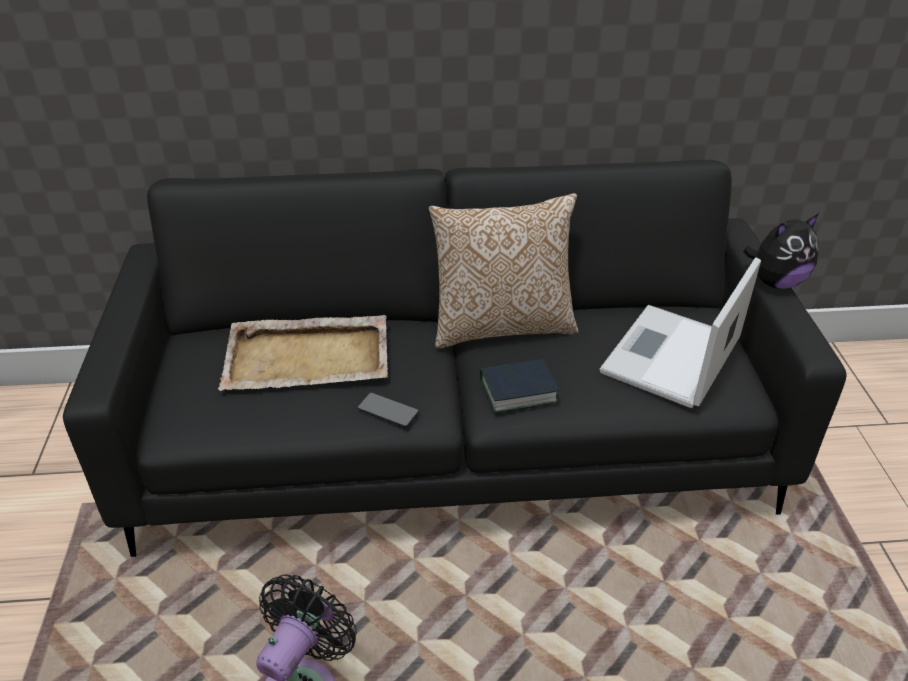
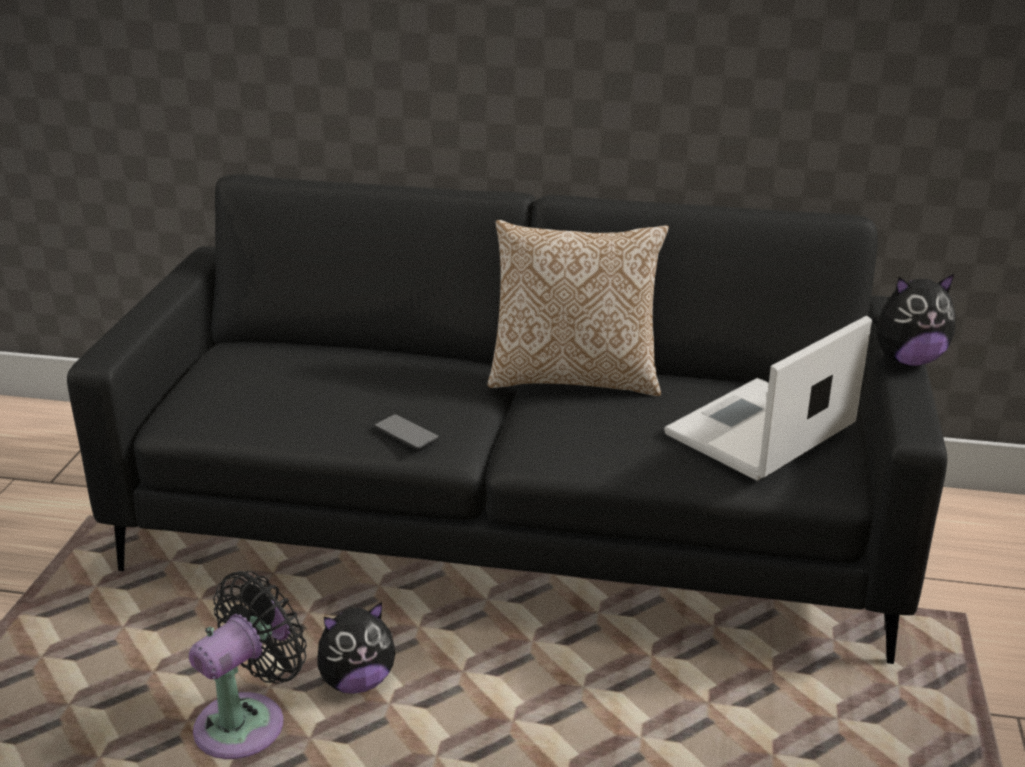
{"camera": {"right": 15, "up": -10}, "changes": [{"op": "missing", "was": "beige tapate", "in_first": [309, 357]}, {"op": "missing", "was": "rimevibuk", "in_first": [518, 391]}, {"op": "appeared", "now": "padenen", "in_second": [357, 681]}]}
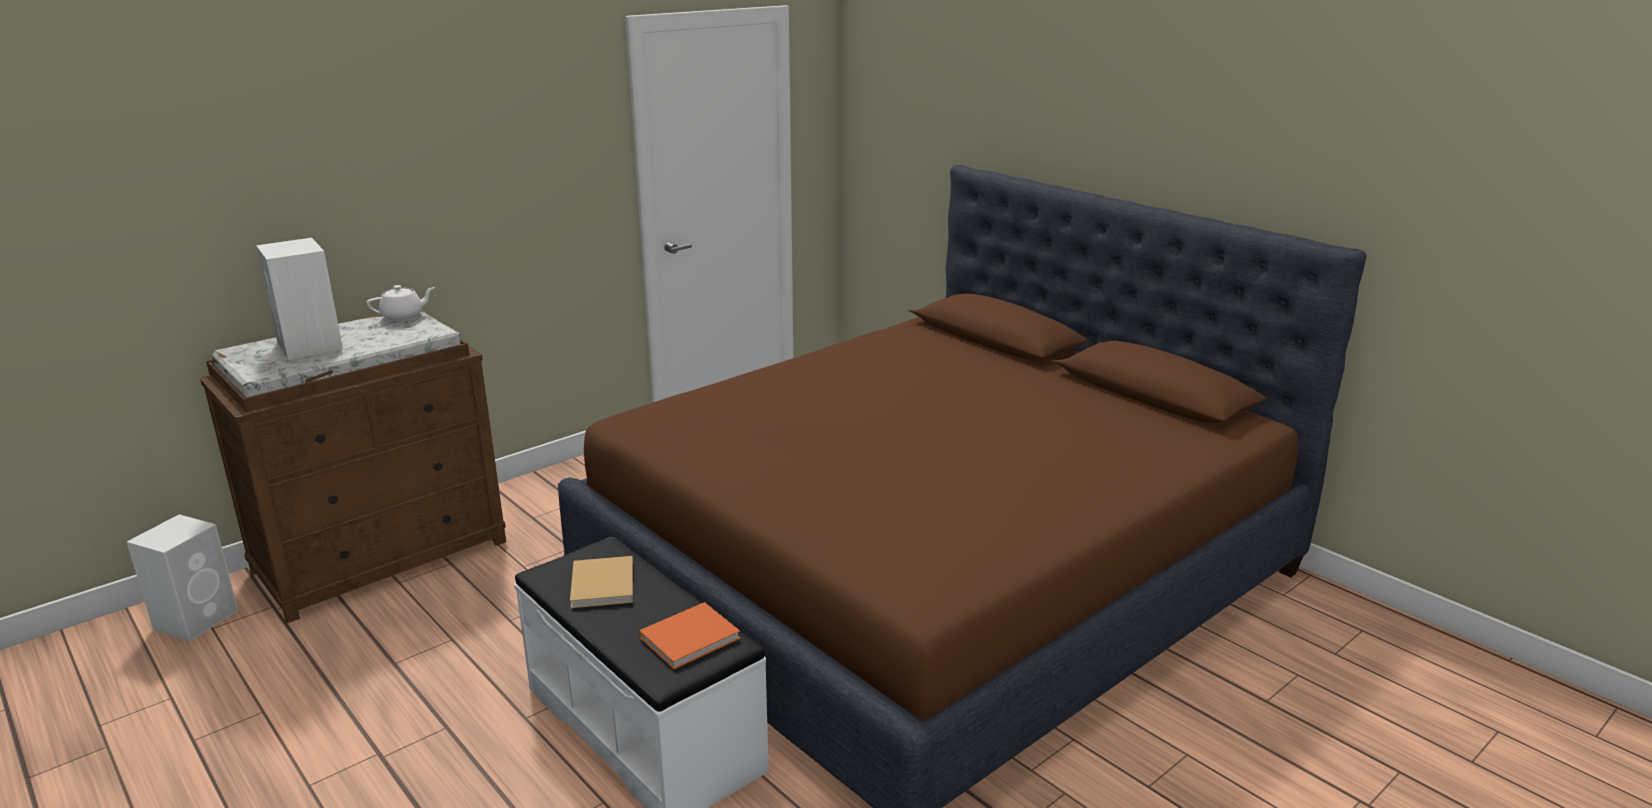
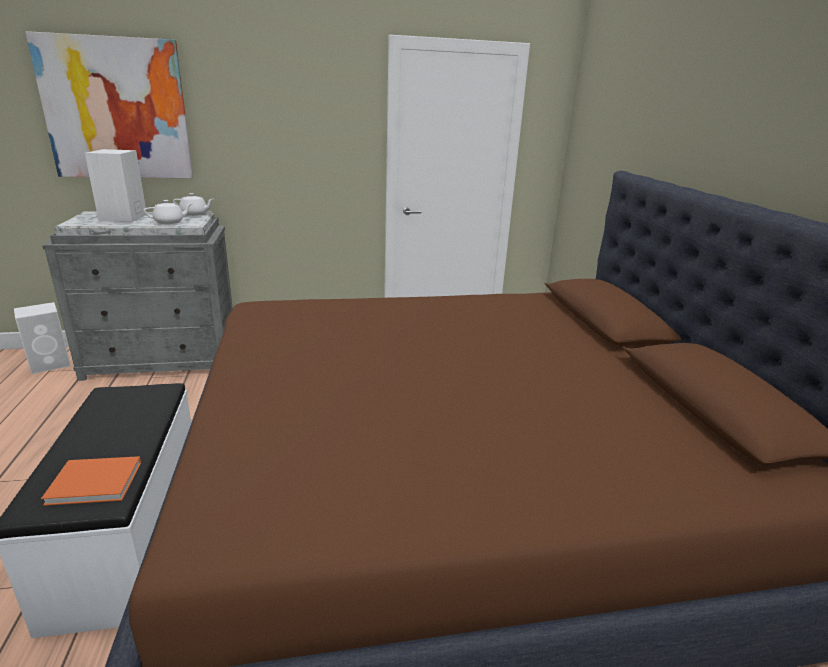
{"camera": {"right": 30, "up": 0}, "changes": [{"op": "colour", "was": "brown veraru", "now": "grey veraru", "in_first": [382, 556], "in_second": [164, 360]}, {"op": "missing", "was": "beige rimevibuk", "in_first": [602, 586]}, {"op": "appeared", "now": "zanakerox", "in_second": [116, 109]}, {"op": "appeared", "now": "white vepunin", "in_second": [170, 222]}]}
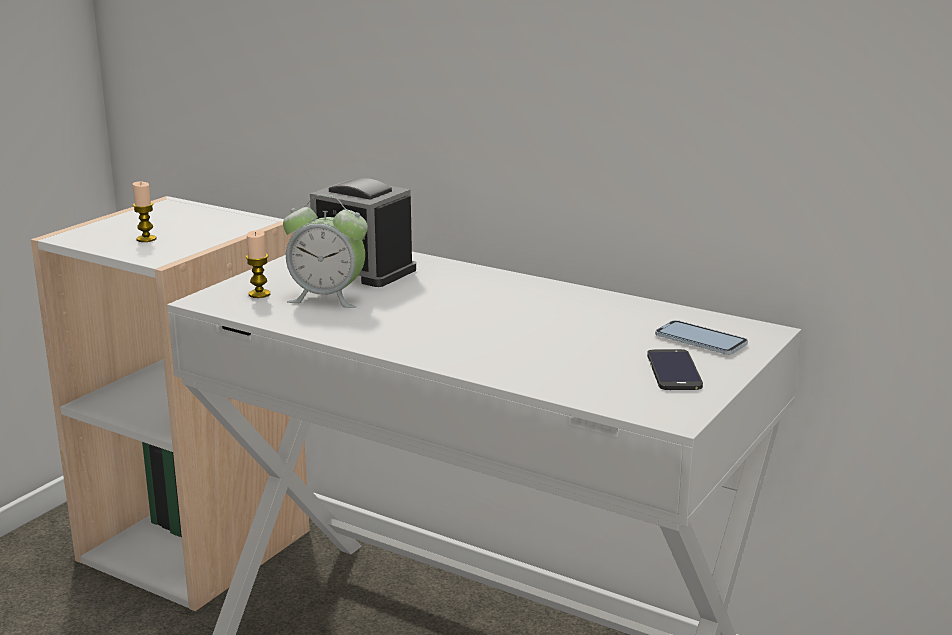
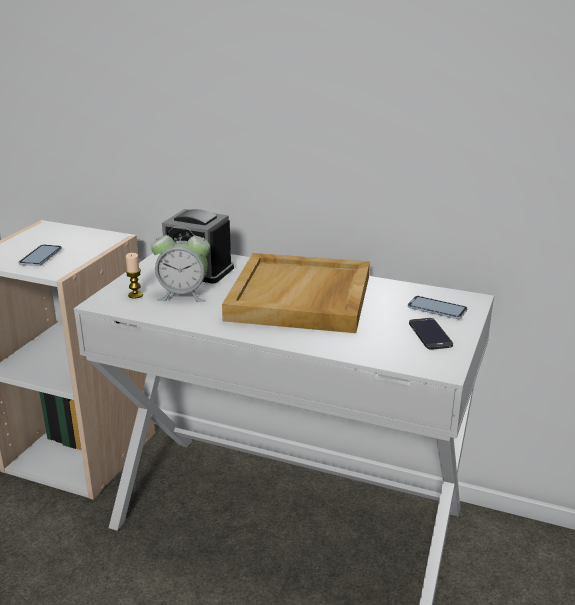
{"camera": {"right": -10, "up": 5}, "changes": [{"op": "exchanged", "was": "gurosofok", "now": "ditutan", "in_first": [146, 239], "in_second": [40, 256]}, {"op": "appeared", "now": "beige tapate", "in_second": [301, 298]}]}
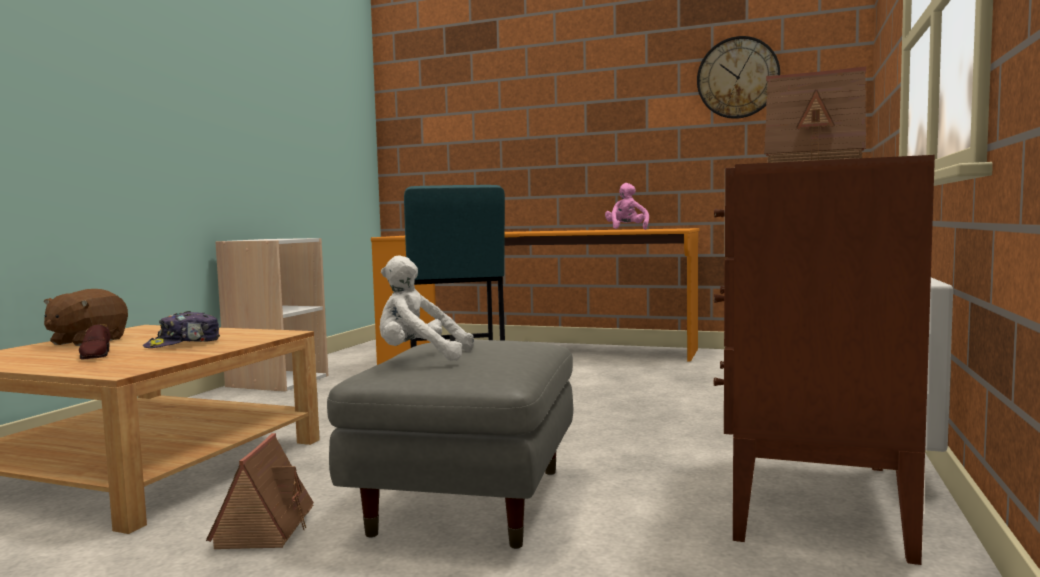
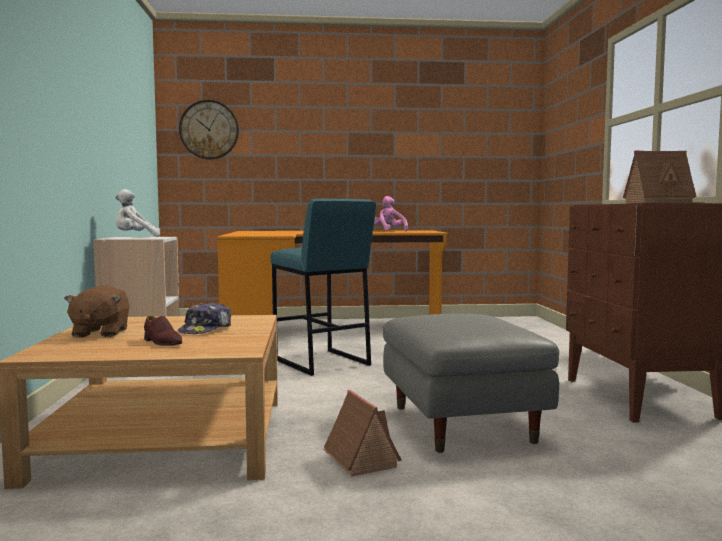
{"camera": {"right": -25, "up": 0}, "changes": [{"op": "relocated", "was": "white padenen", "in_first": [419, 357], "in_second": [135, 237]}, {"op": "relocated", "was": "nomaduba", "in_first": [738, 78], "in_second": [209, 130]}]}
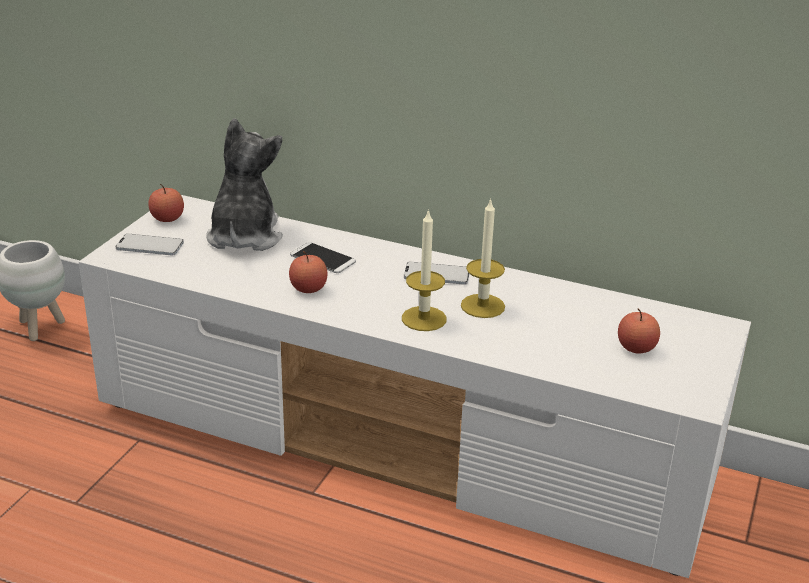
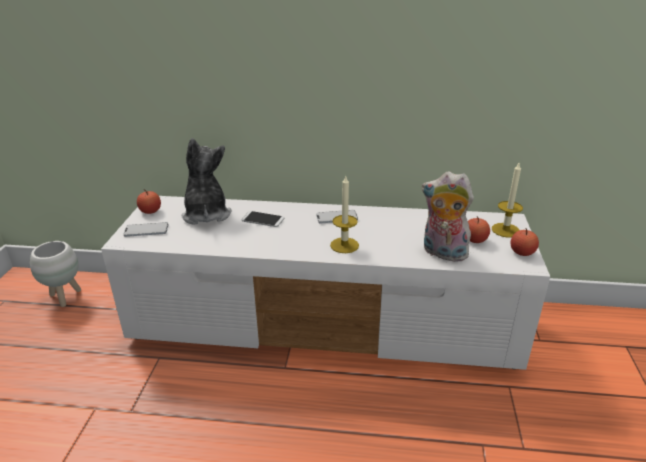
{"camera": {"right": -15, "up": 0}, "changes": [{"op": "relocated", "was": "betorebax", "in_first": [308, 289], "in_second": [522, 252]}, {"op": "relocated", "was": "gurosofok", "in_first": [482, 306], "in_second": [505, 230]}, {"op": "appeared", "now": "padenen", "in_second": [442, 253]}]}
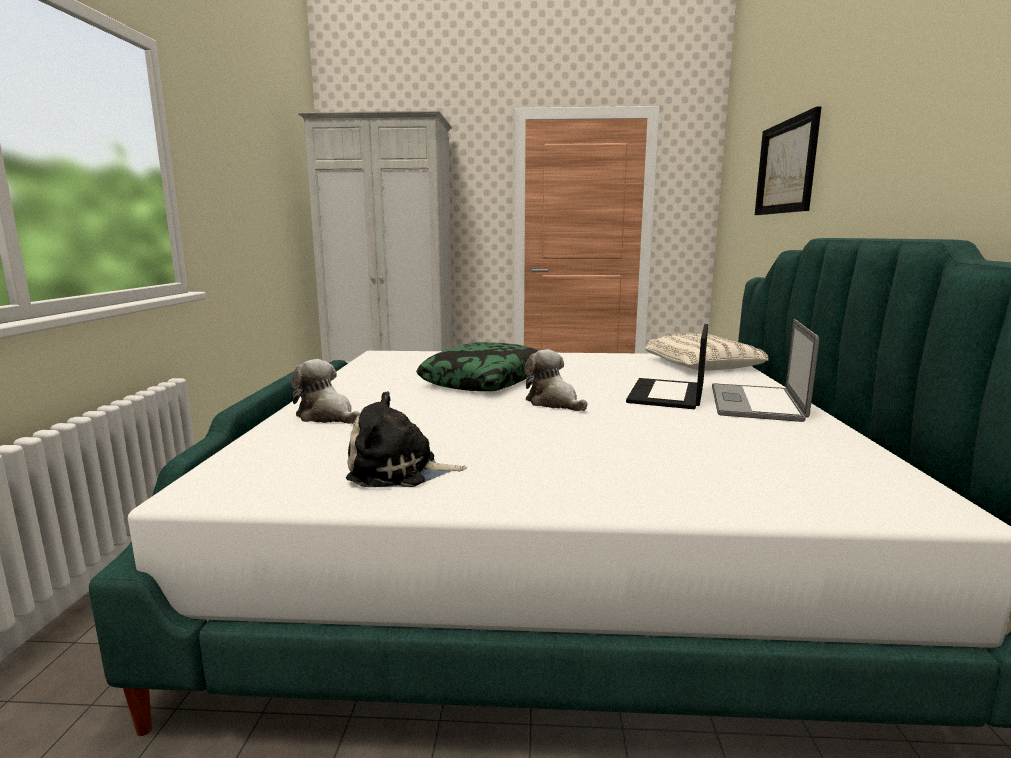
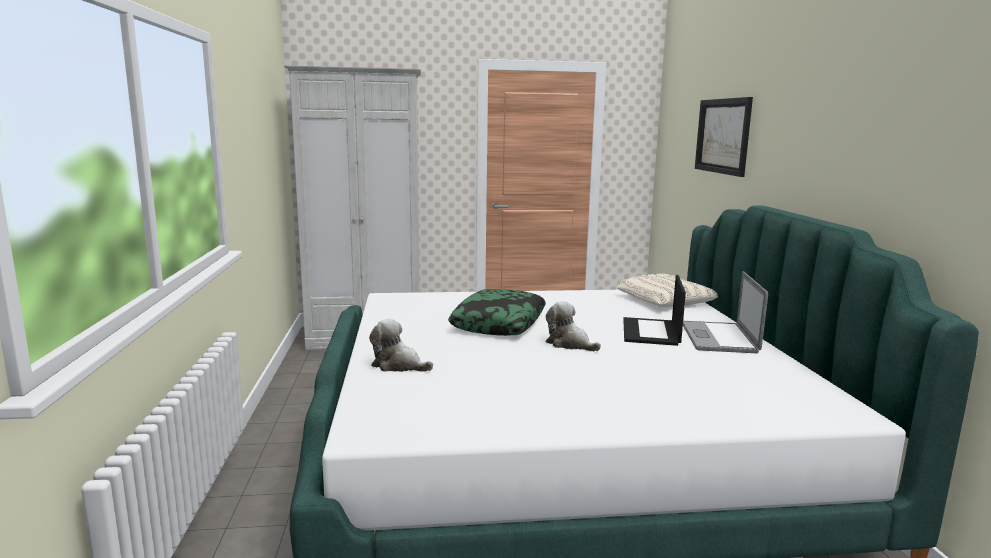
{"camera": {"right": -10, "up": 0}, "changes": [{"op": "missing", "was": "padenen", "in_first": [399, 471]}]}
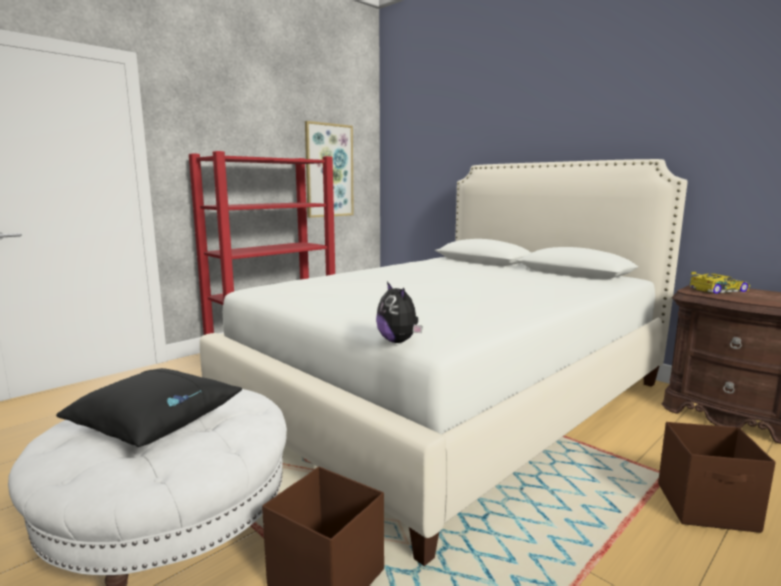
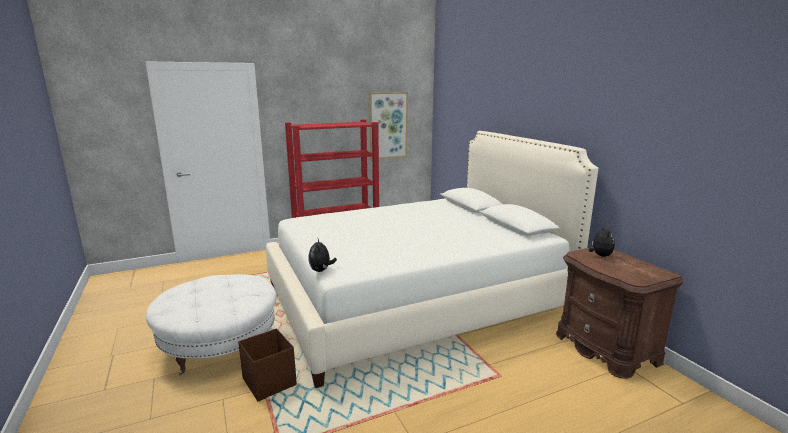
{"camera": {"right": 20, "up": 5}, "changes": [{"op": "missing", "was": "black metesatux", "in_first": [155, 424]}, {"op": "missing", "was": "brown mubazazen", "in_first": [707, 508]}, {"op": "exchanged", "was": "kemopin", "now": "padenen", "in_first": [717, 290], "in_second": [600, 255]}]}
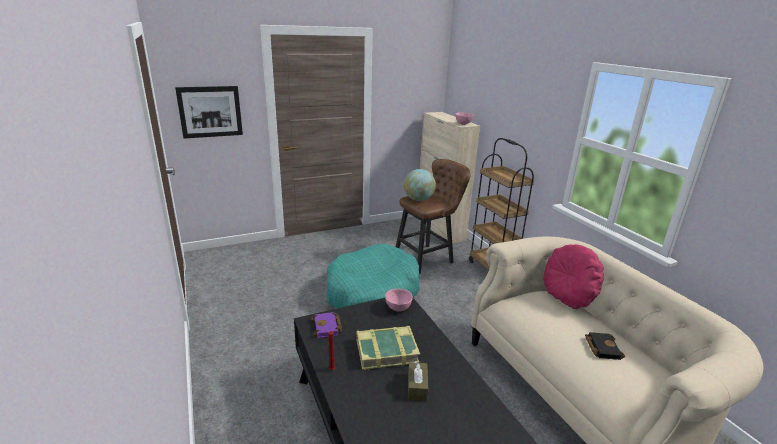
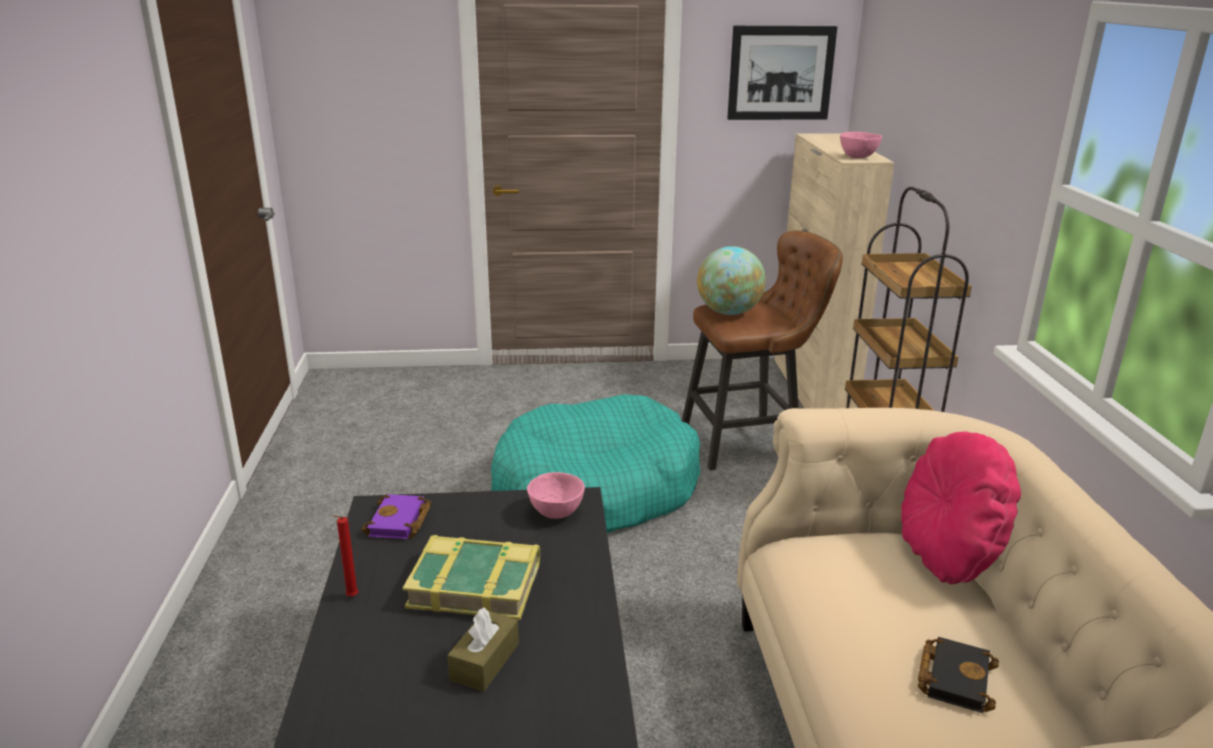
{"camera": {"right": 20, "up": 0}, "changes": [{"op": "relocated", "was": "zanakerox", "in_first": [210, 112], "in_second": [781, 73]}]}
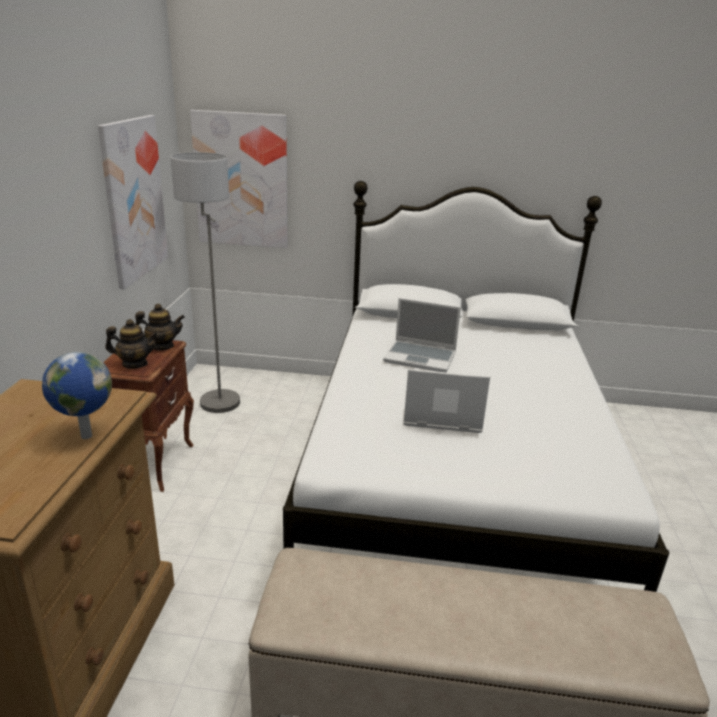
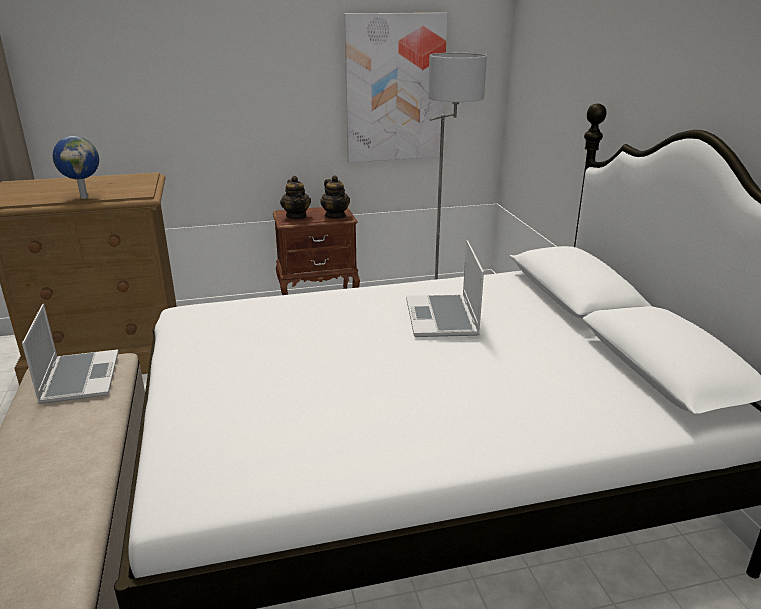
{"camera": {"right": 70, "up": 0}, "changes": [{"op": "missing", "was": "zanakerox", "in_first": [241, 180]}, {"op": "relocated", "was": "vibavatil", "in_first": [441, 416], "in_second": [79, 378]}]}
